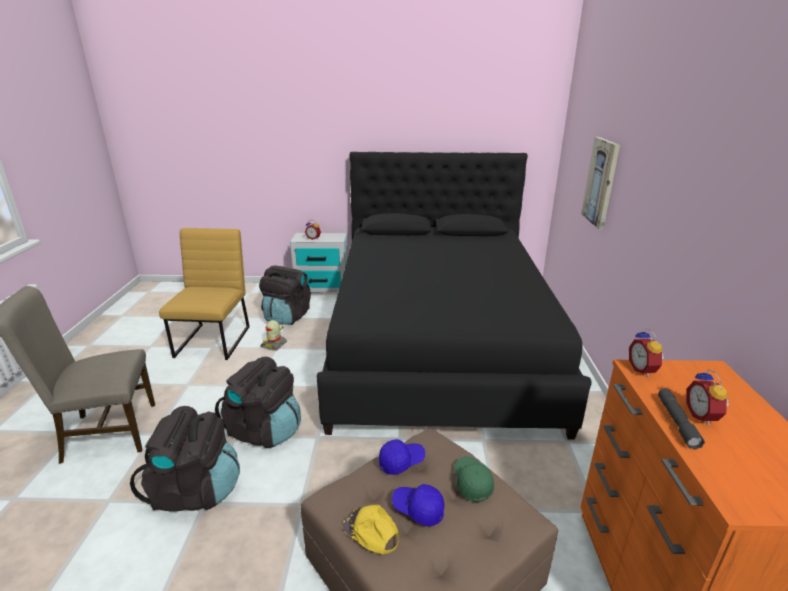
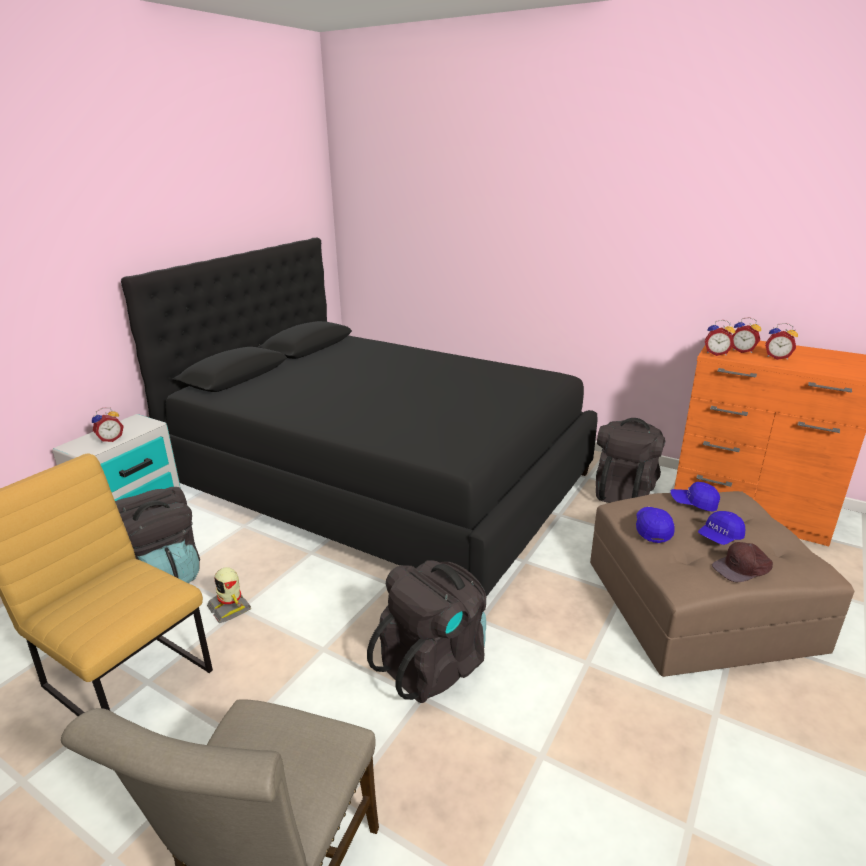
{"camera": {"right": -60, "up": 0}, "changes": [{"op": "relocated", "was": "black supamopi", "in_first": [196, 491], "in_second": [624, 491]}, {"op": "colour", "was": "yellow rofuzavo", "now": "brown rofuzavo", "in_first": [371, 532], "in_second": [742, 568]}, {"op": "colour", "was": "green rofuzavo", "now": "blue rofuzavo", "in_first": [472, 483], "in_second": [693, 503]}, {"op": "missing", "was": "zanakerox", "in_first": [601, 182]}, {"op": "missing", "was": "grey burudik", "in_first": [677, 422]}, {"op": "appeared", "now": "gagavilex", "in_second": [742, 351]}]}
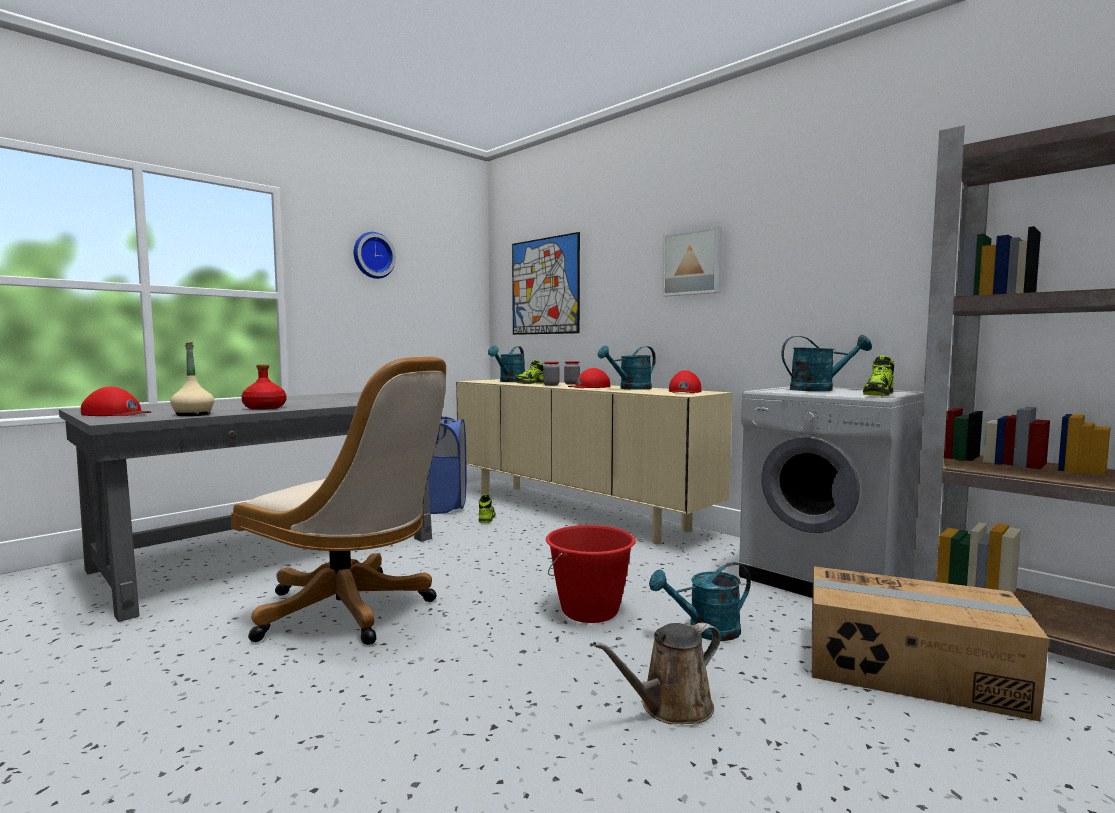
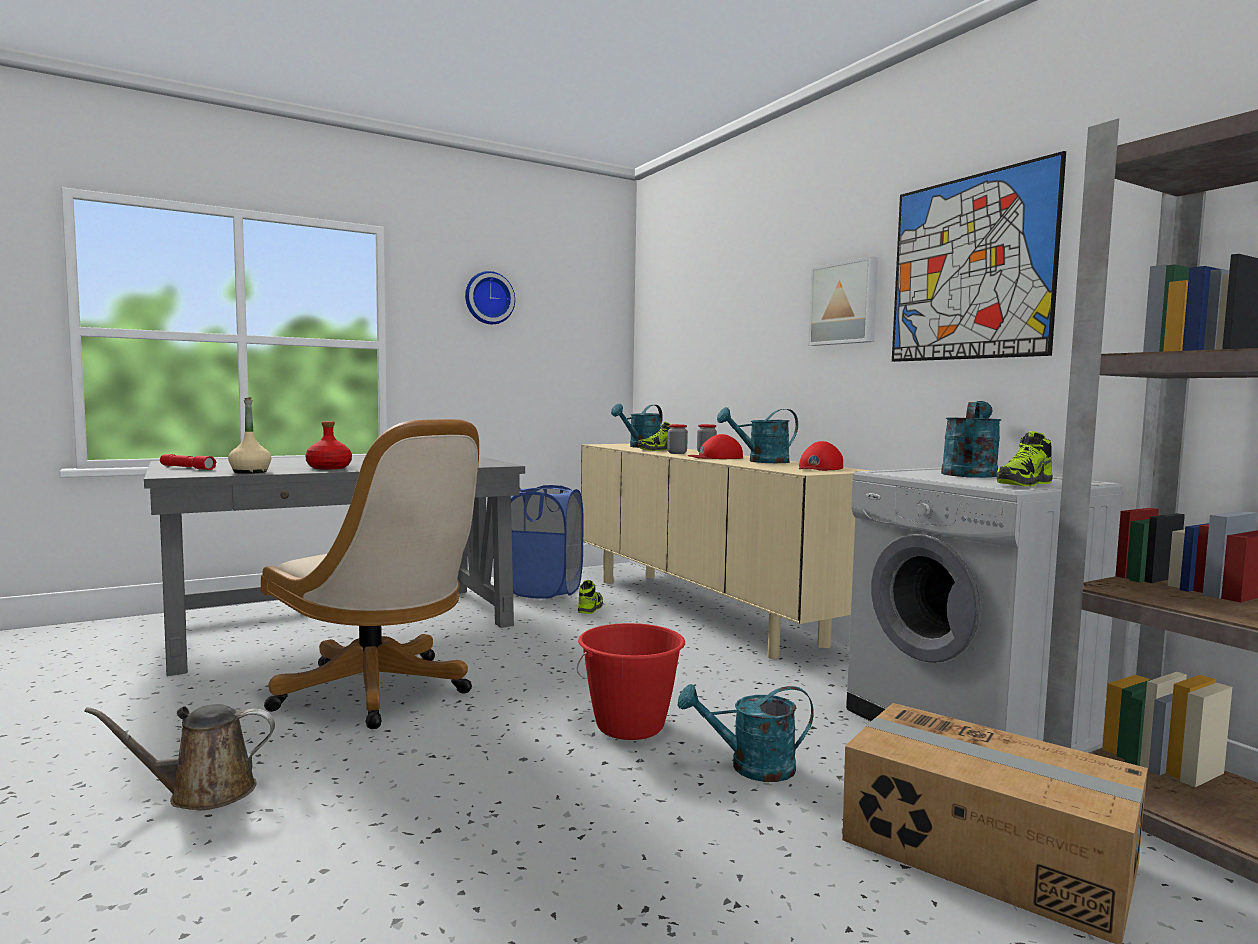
{"camera": {"right": 15, "up": 0}, "changes": [{"op": "exchanged", "was": "red rofuzavo", "now": "red burudik", "in_first": [116, 414], "in_second": [187, 468]}, {"op": "relocated", "was": "zanakerox", "in_first": [544, 286], "in_second": [970, 268]}, {"op": "relocated", "was": "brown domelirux", "in_first": [671, 707], "in_second": [203, 793]}, {"op": "spun", "was": "turquoise domelirux", "in_first": [819, 389], "in_second": [969, 473], "clockwise": -75}]}
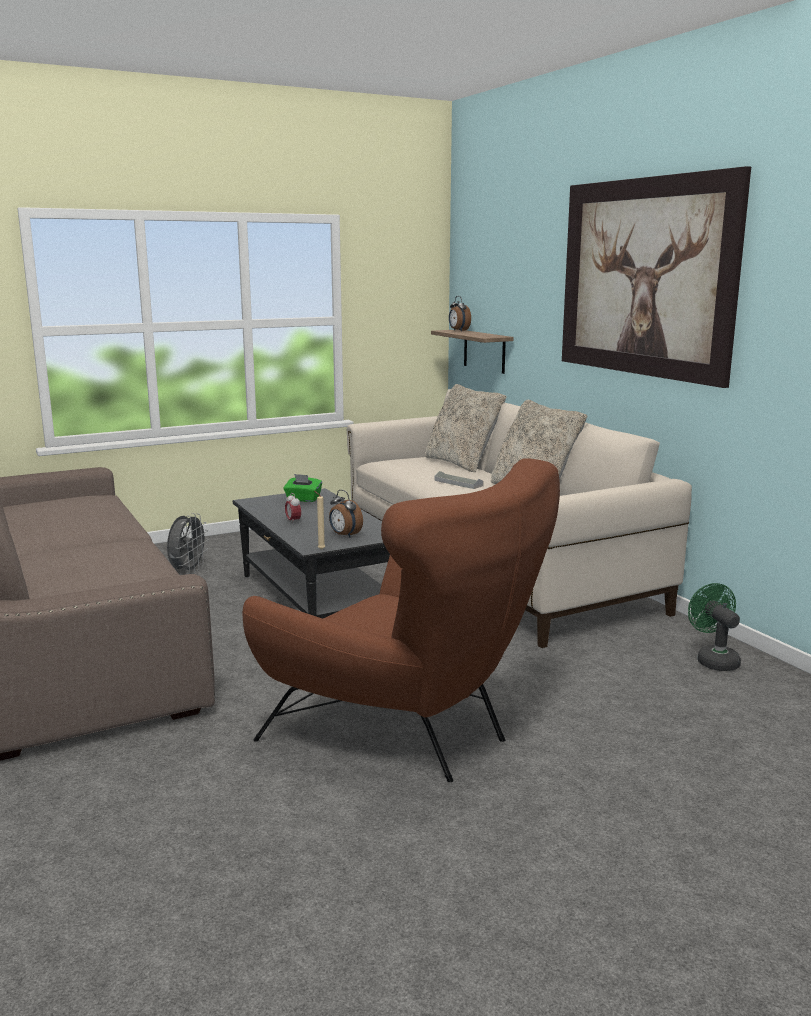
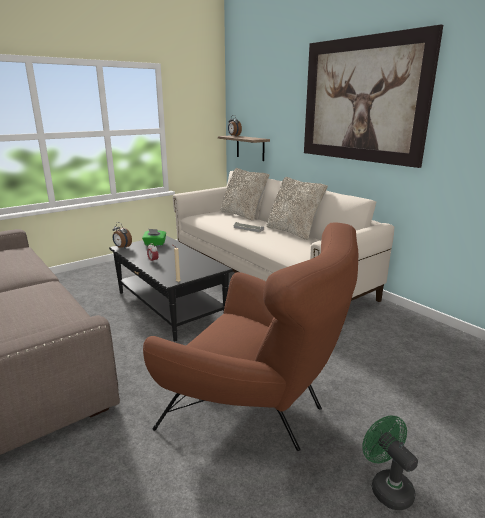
{"camera": {"right": -10, "up": 5}, "changes": [{"op": "missing", "was": "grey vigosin", "in_first": [188, 571]}, {"op": "relocated", "was": "gagavilex", "in_first": [344, 535], "in_second": [122, 247]}, {"op": "relocated", "was": "green vigosin", "in_first": [713, 660], "in_second": [386, 486]}]}
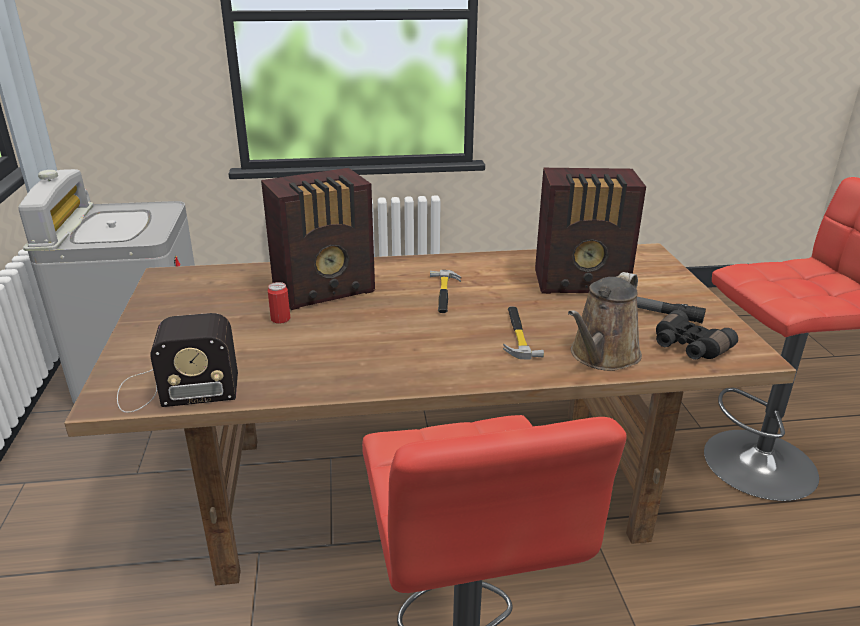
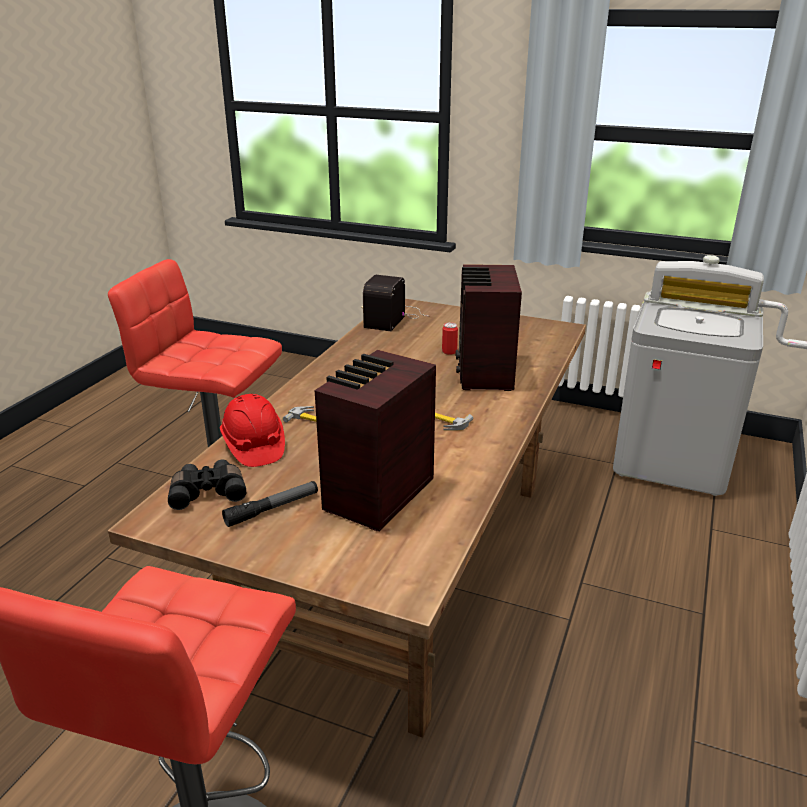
{"camera": {"right": 120, "up": 0}, "changes": [{"op": "exchanged", "was": "brown domelirux", "now": "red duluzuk", "in_first": [602, 356], "in_second": [253, 446]}]}
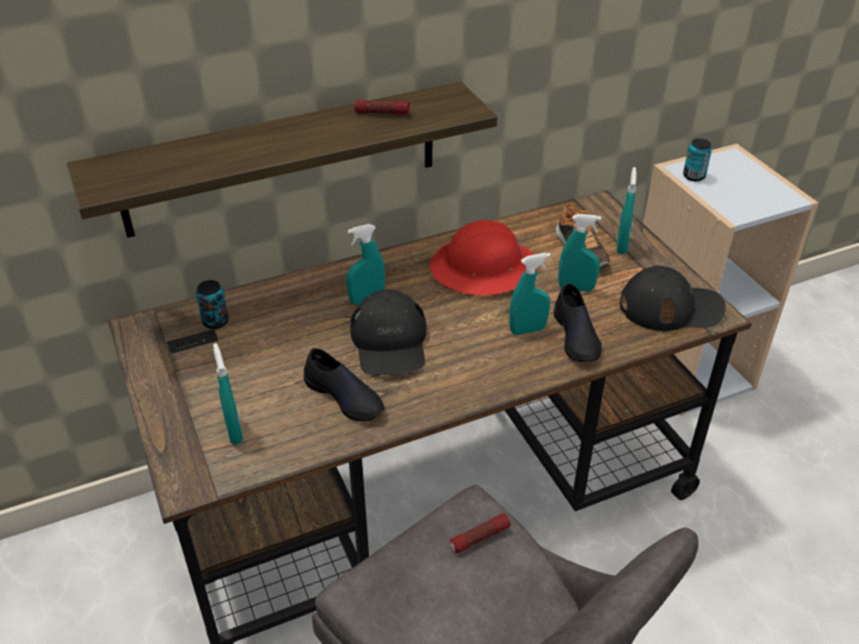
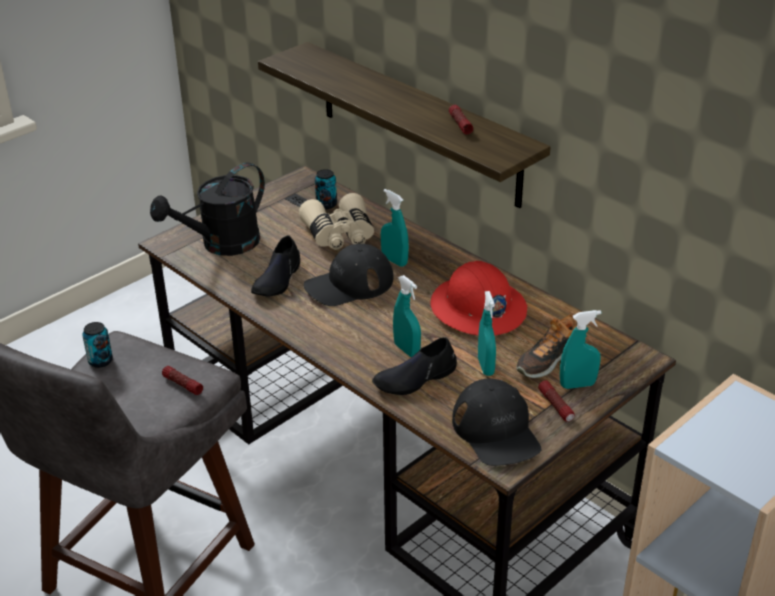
{"camera": {"right": 70, "up": -5}, "changes": [{"op": "exchanged", "was": "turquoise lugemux", "now": "black domelirux", "in_first": [234, 431], "in_second": [221, 245]}, {"op": "relocated", "was": "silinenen", "in_first": [693, 176], "in_second": [100, 361]}, {"op": "appeared", "now": "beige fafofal", "in_second": [339, 235]}, {"op": "appeared", "now": "burudik", "in_second": [556, 406]}]}
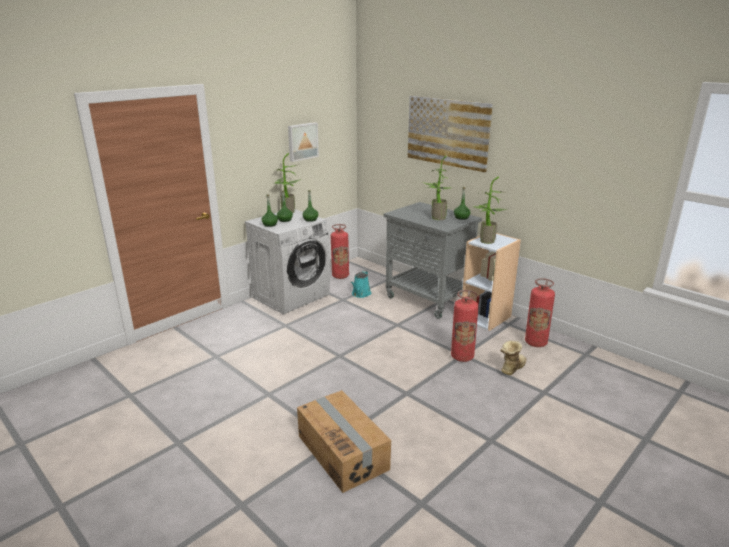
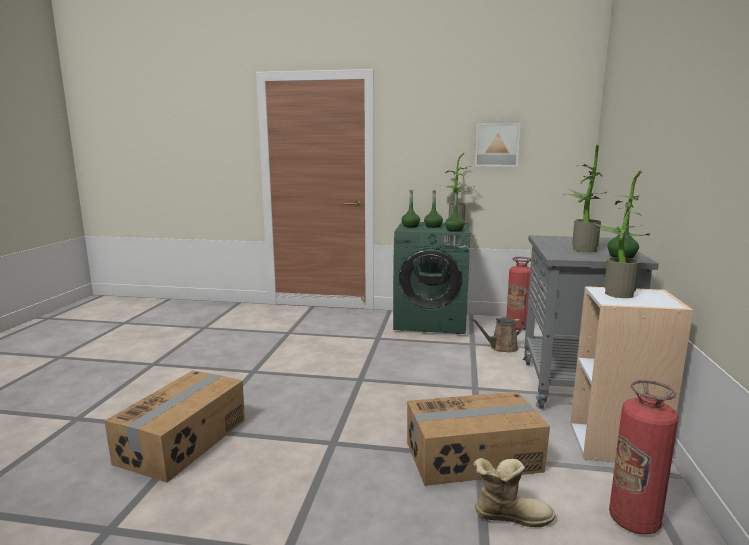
{"camera": {"right": 55, "up": -10}, "changes": [{"op": "colour", "was": "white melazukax", "now": "green melazukax", "in_first": [291, 298], "in_second": [431, 323]}, {"op": "colour", "was": "turquoise domelirux", "now": "brown domelirux", "in_first": [360, 294], "in_second": [501, 348]}, {"op": "missing", "was": "zanakerox", "in_first": [447, 132]}, {"op": "exchanged", "was": "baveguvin", "now": "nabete", "in_first": [462, 356], "in_second": [473, 457]}]}
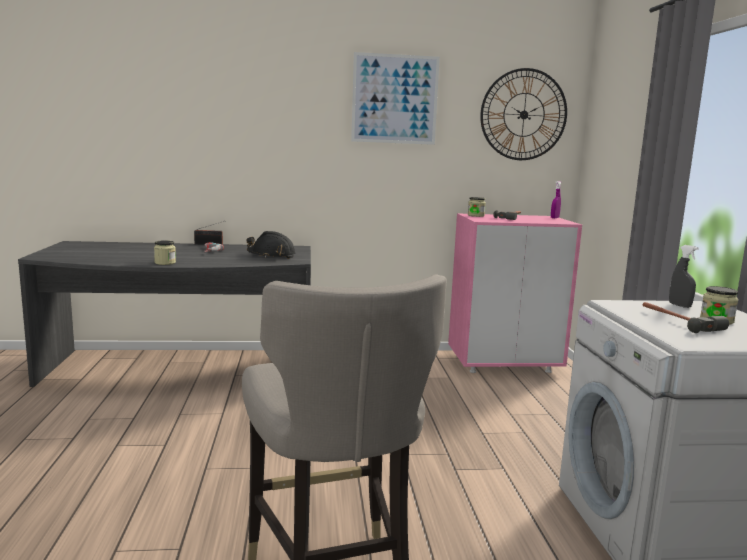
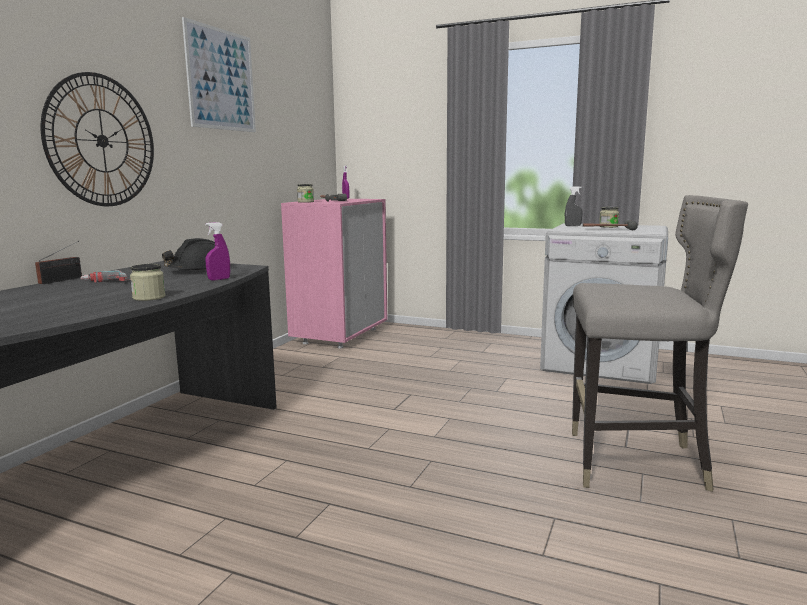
{"camera": {"right": -60, "up": 0}, "changes": [{"op": "relocated", "was": "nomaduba", "in_first": [523, 115], "in_second": [102, 141]}, {"op": "appeared", "now": "purple lugemux", "in_second": [219, 279]}]}
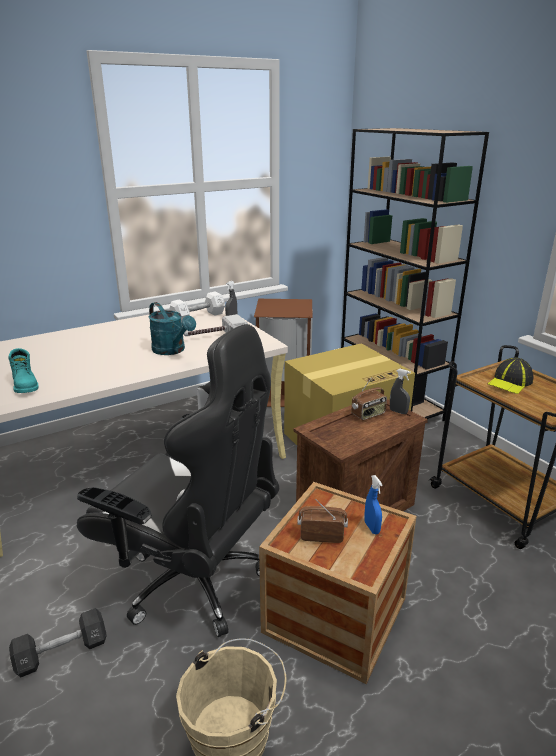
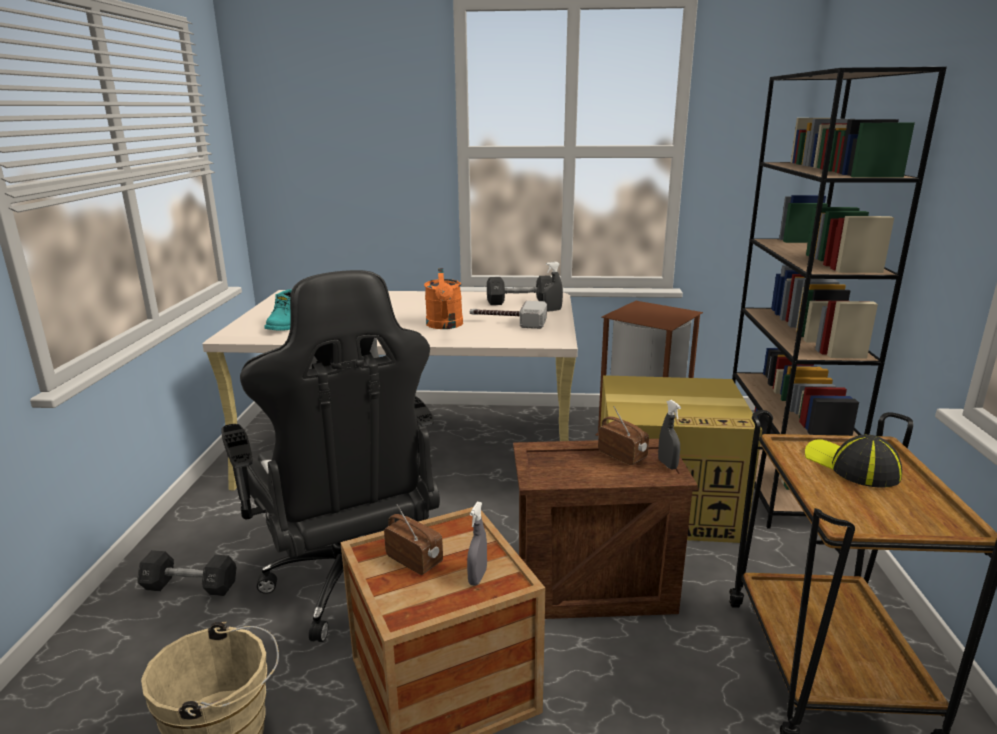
{"camera": {"right": 35, "up": -5}, "changes": [{"op": "colour", "was": "turquoise domelirux", "now": "orange domelirux", "in_first": [172, 350], "in_second": [445, 325]}, {"op": "colour", "was": "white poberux", "now": "black poberux", "in_first": [198, 317], "in_second": [520, 302]}, {"op": "spun", "was": "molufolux", "in_first": [368, 414], "in_second": [622, 456], "clockwise": -135}, {"op": "colour", "was": "blue lugemux", "now": "grey lugemux", "in_first": [371, 528], "in_second": [477, 577]}, {"op": "spun", "was": "rofuzavo", "in_first": [510, 382], "in_second": [851, 466], "clockwise": 75}]}
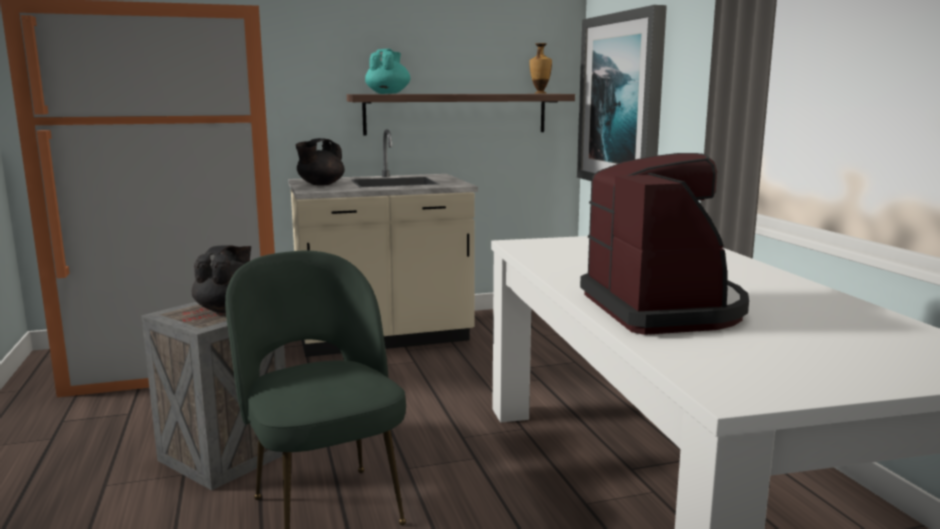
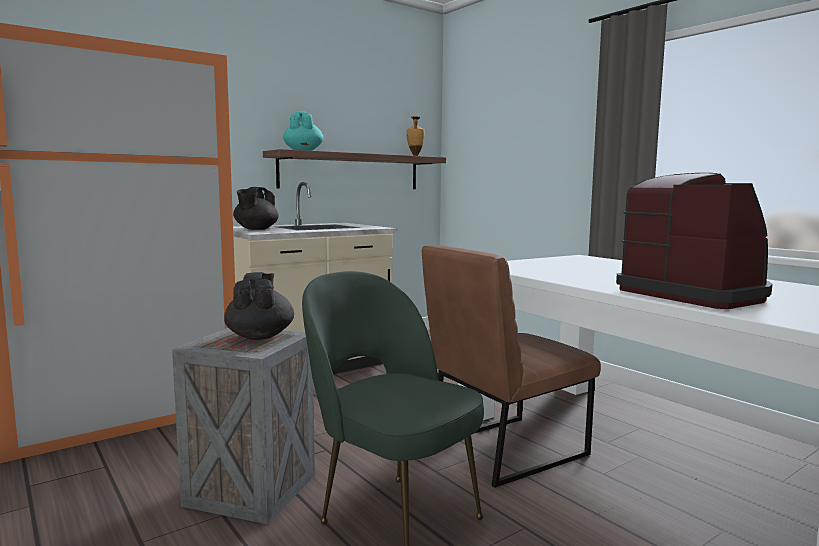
{"camera": {"right": -20, "up": -5}, "changes": [{"op": "missing", "was": "zanakerox", "in_first": [622, 101]}, {"op": "appeared", "now": "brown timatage", "in_second": [504, 449]}]}
